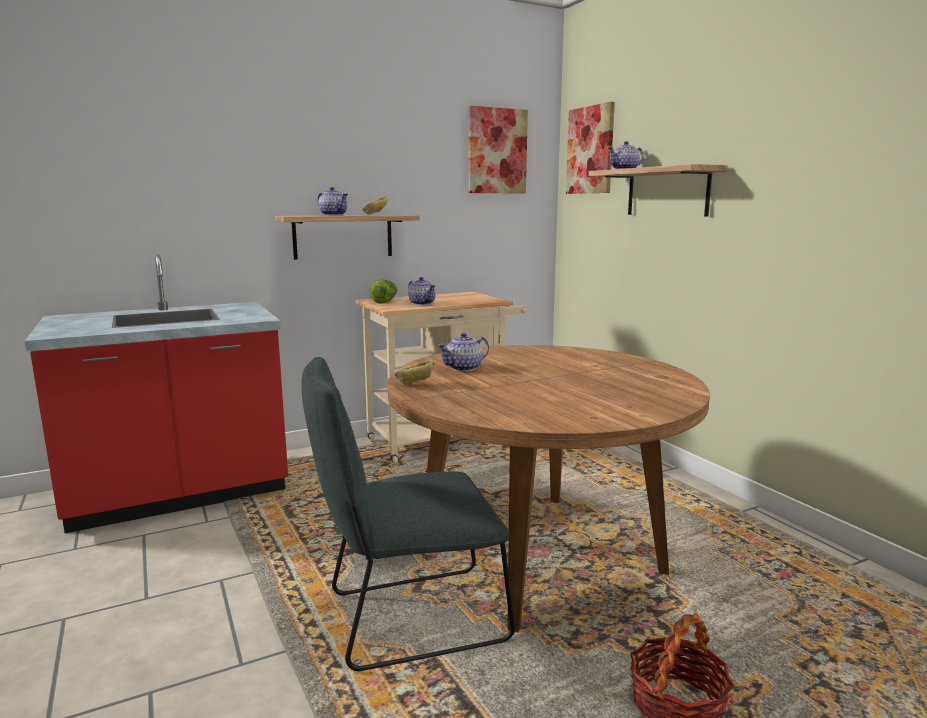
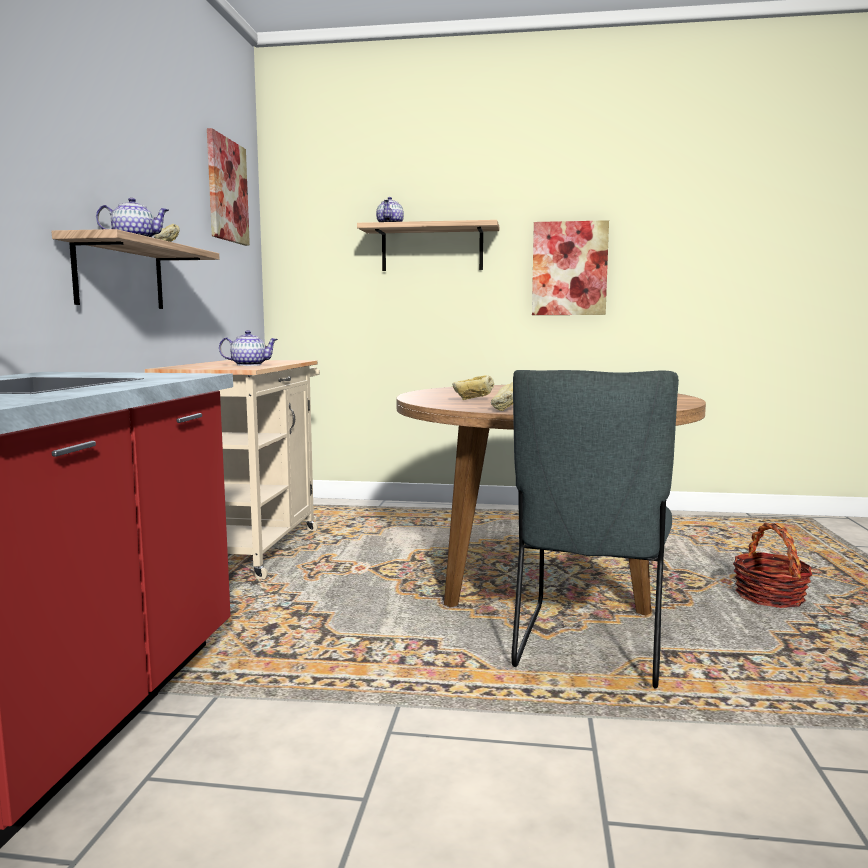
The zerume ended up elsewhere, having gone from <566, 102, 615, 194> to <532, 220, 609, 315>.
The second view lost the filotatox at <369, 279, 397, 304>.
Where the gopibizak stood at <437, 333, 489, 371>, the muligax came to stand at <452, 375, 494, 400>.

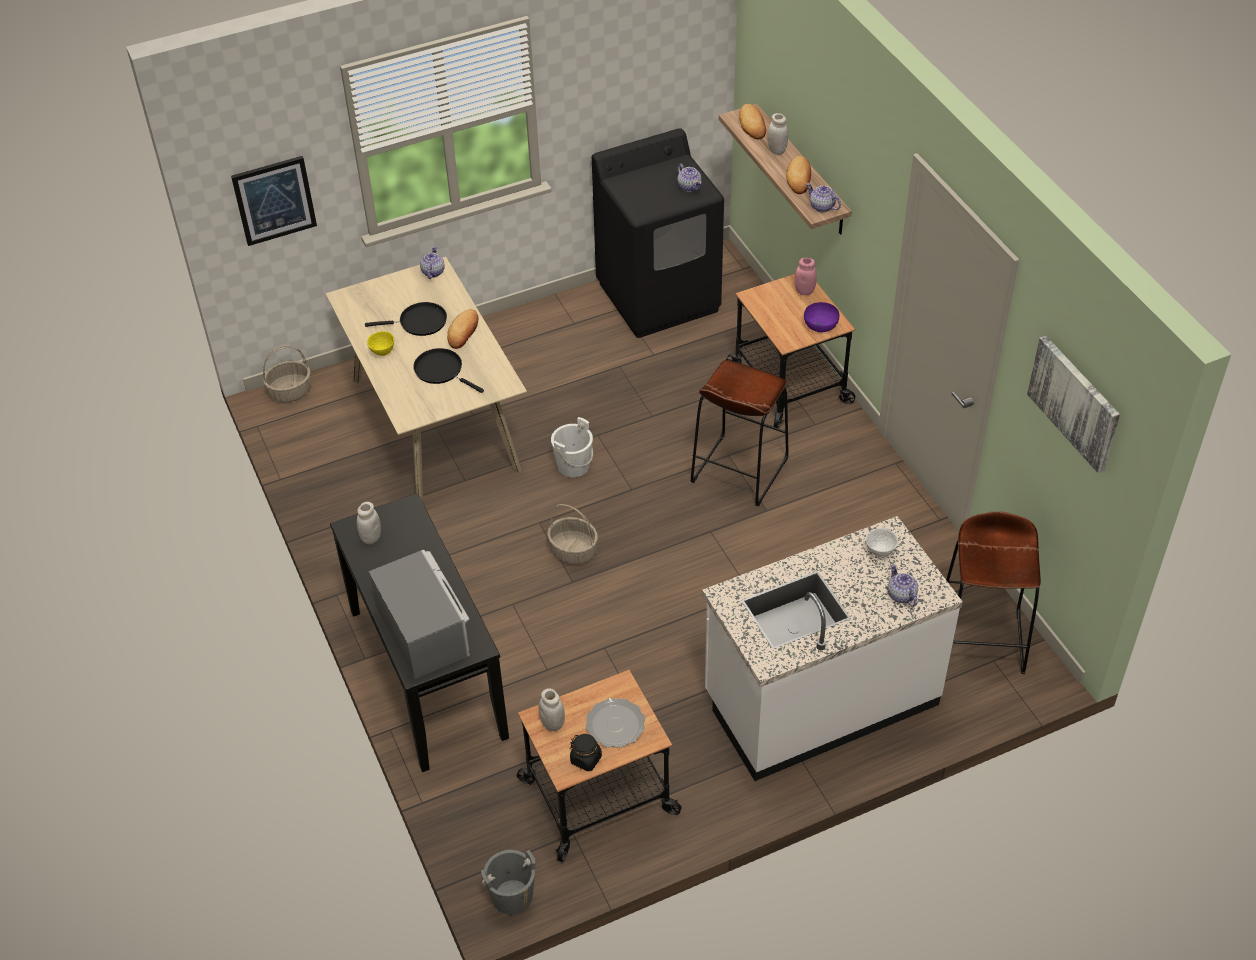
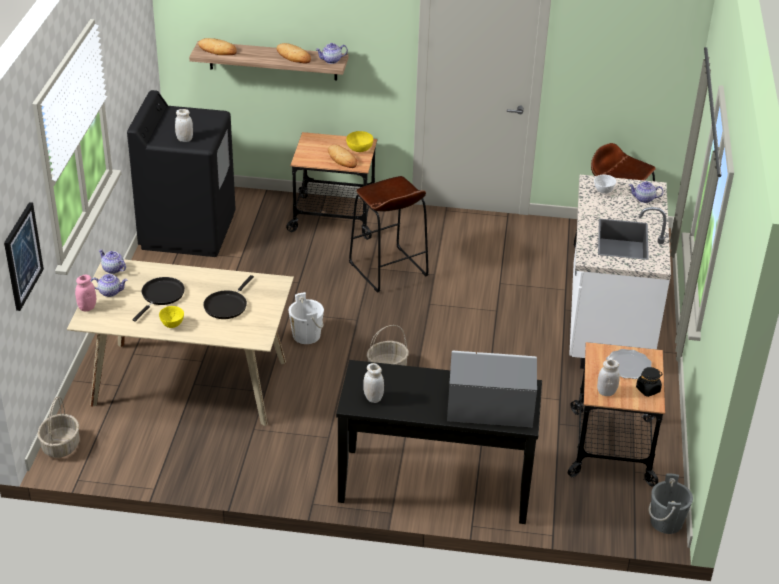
The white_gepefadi ended up elsewhere, having gone from <767, 113, 788, 155> to <175, 109, 193, 142>.
The gopibizak ended up elsewhere, having gone from <677, 164, 702, 192> to <91, 274, 127, 297>.
The pink_gepefadi ended up elsewhere, having gone from <795, 258, 816, 295> to <75, 275, 96, 311>.
What was the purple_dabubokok at <804, 302, 839, 332> turned into the yellow_dabubokok at <346, 131, 373, 152>.
The muligax ended up elsewhere, having gone from <447, 309, 478, 349> to <328, 145, 357, 168>.
The second view lost the zerume at <1027, 336, 1120, 473>.
The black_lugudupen at <413, 348, 484, 393> ended up facing another way, 45 degrees counterclockwise from before.

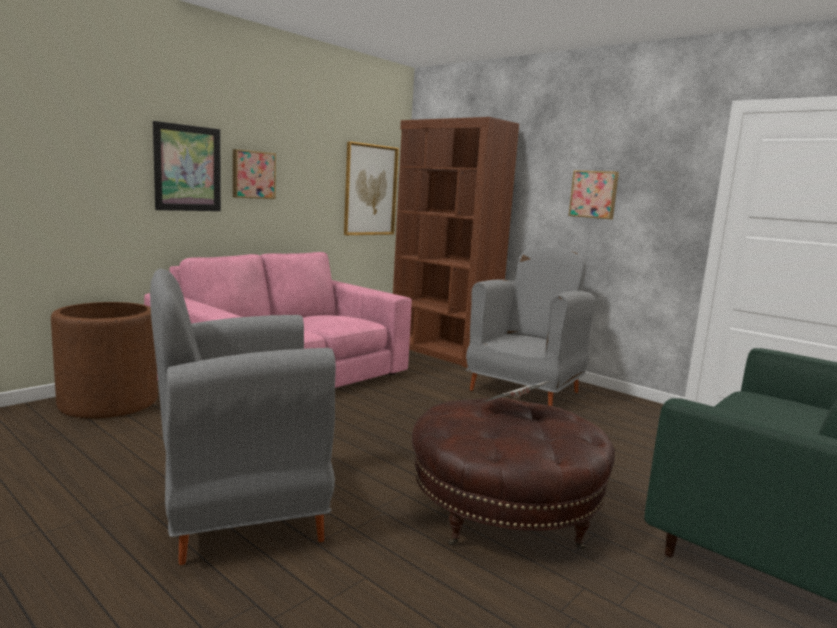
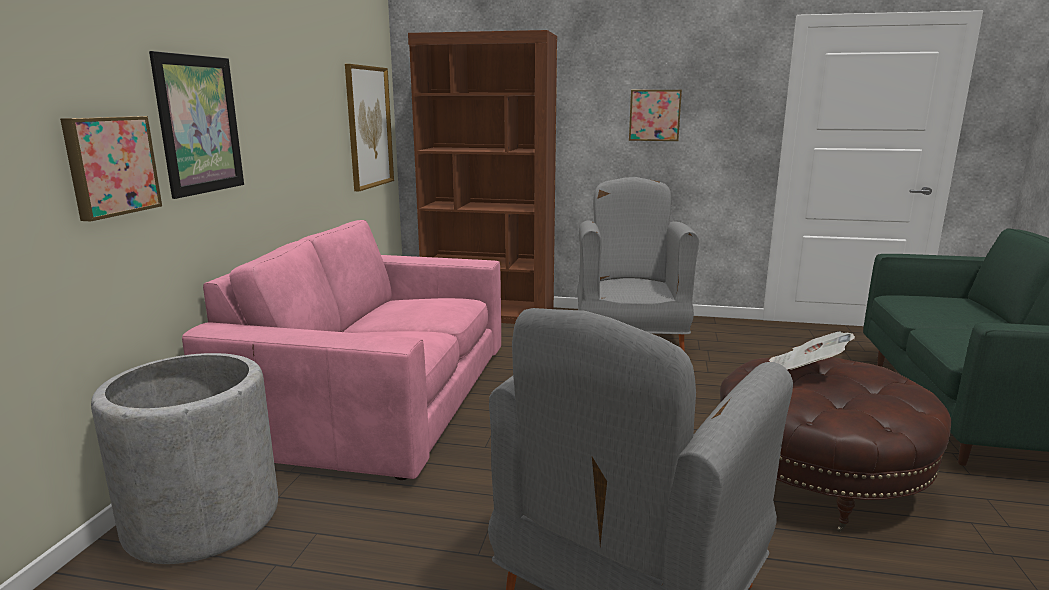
The zerume ended up elsewhere, having gone from <233, 149, 276, 199> to <60, 116, 162, 221>.
What was the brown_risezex at <51, 302, 158, 419> turned into the grey_risezex at <91, 353, 278, 564>.

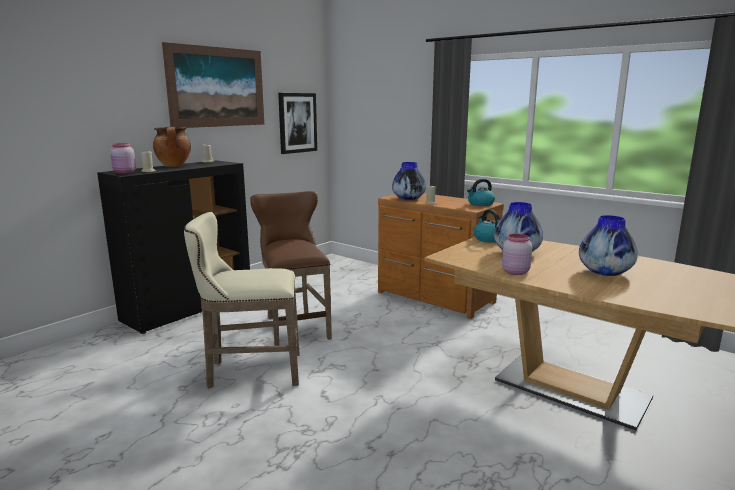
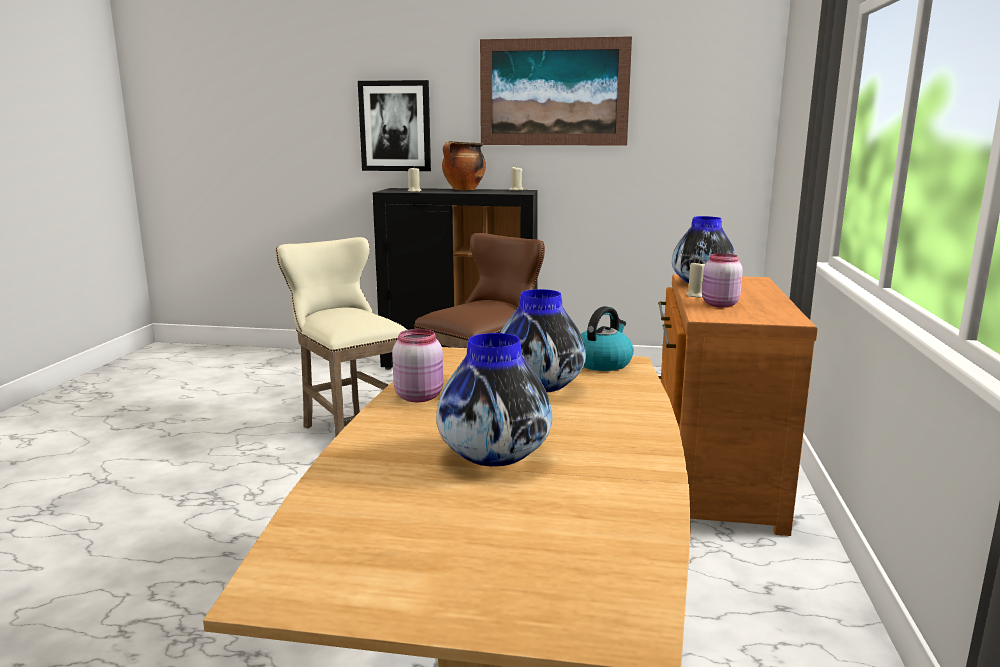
The zerume ended up elsewhere, having gone from <278, 93, 317, 154> to <358, 80, 431, 171>.
The pink_gepefadi ended up elsewhere, having gone from <110, 143, 136, 174> to <702, 253, 743, 307>.
The second view lost the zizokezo at <467, 179, 495, 206>.

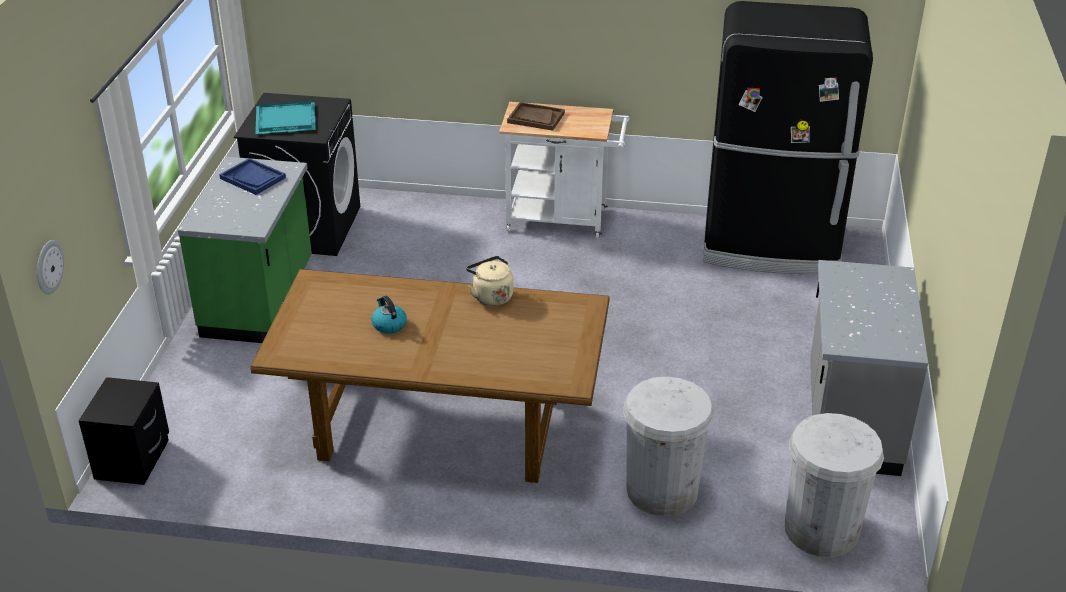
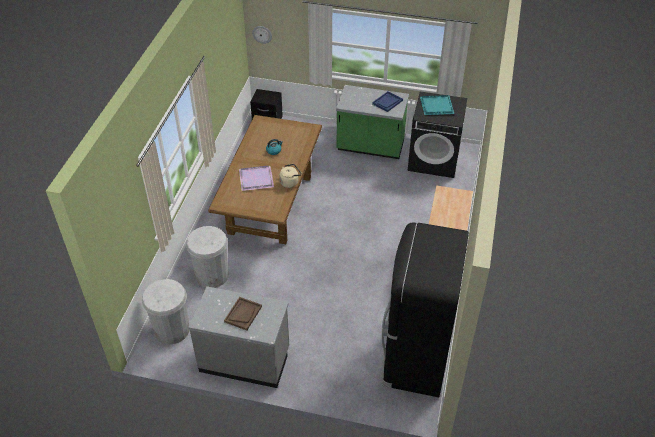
The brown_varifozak ended up elsewhere, having gone from <507, 102, 565, 131> to <224, 297, 262, 330>.
The second view gained the purple_varifozak at <239, 166, 274, 191>.

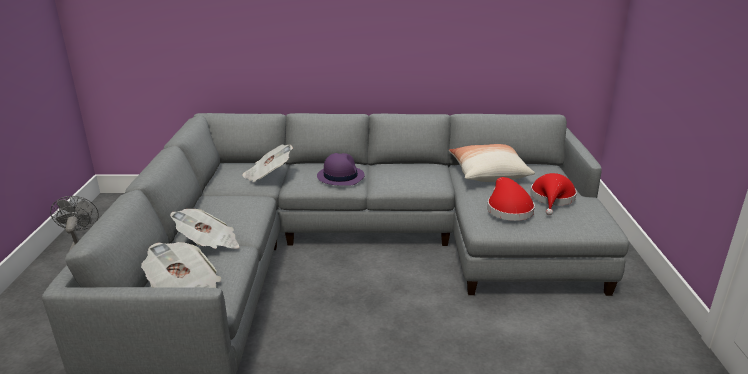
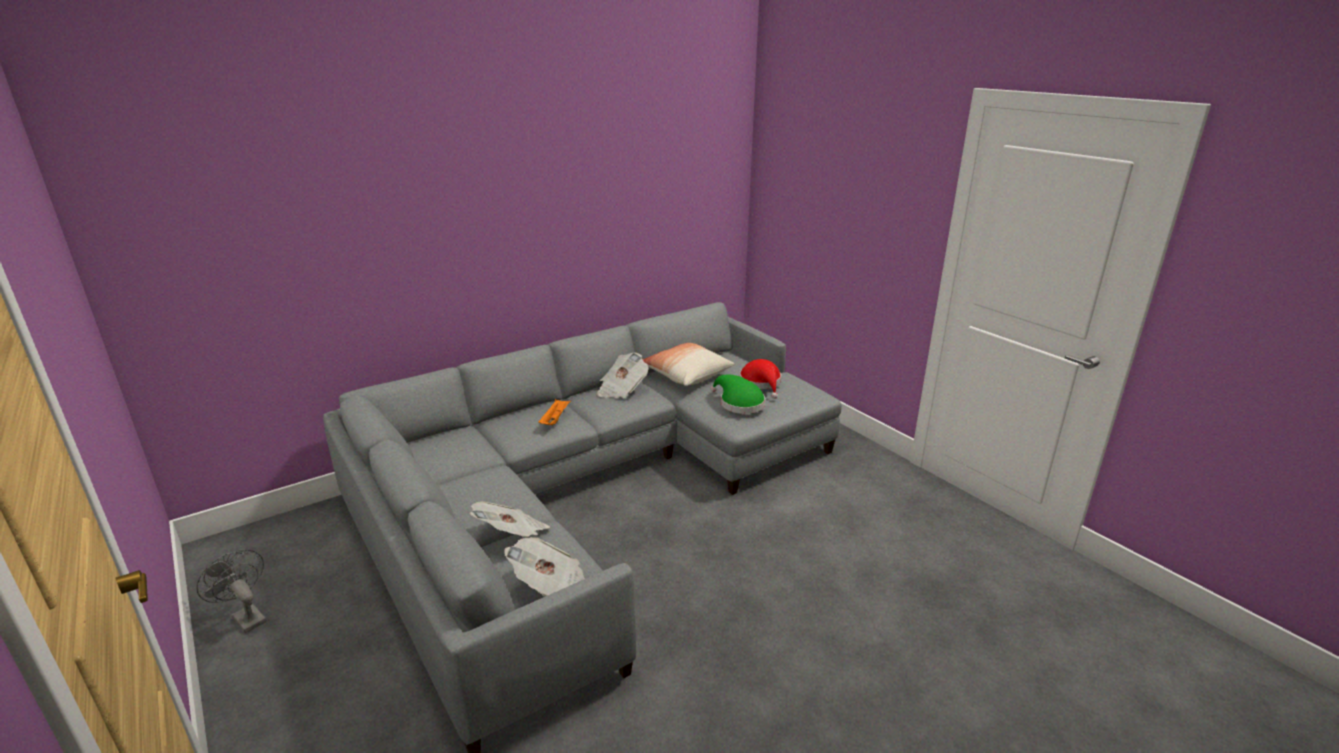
The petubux ended up elsewhere, having gone from <242, 145, 293, 182> to <597, 353, 648, 398>.
Where the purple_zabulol stood at <317, 153, 365, 186>, the orange_varifozak came to stand at <539, 399, 571, 425>.
What was the red_zabulol at <487, 177, 535, 221> turned into the green_zabulol at <710, 375, 765, 414>.

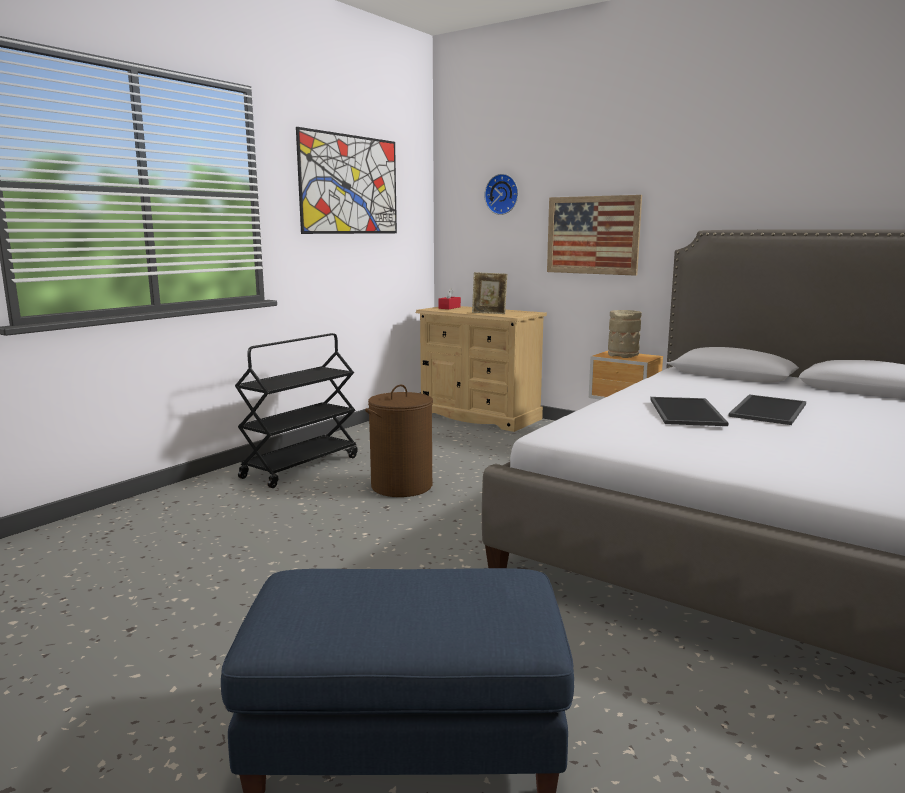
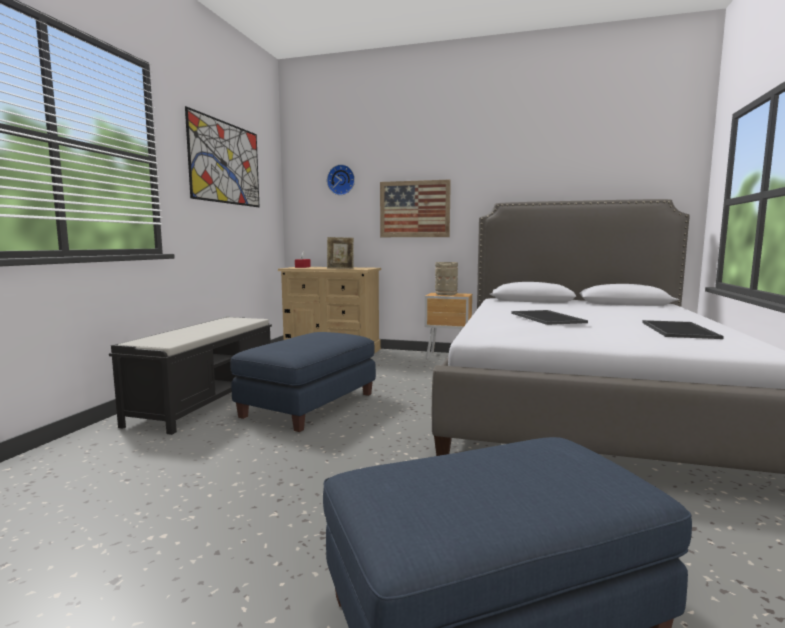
Where the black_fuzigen stood at <235, 333, 358, 488>, the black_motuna came to stand at <109, 317, 272, 435>.
Where the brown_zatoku stood at <365, 385, 433, 497>, the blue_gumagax came to stand at <230, 332, 376, 432>.
The varifozak ended up elsewhere, having gone from <728, 394, 806, 425> to <642, 320, 724, 339>.

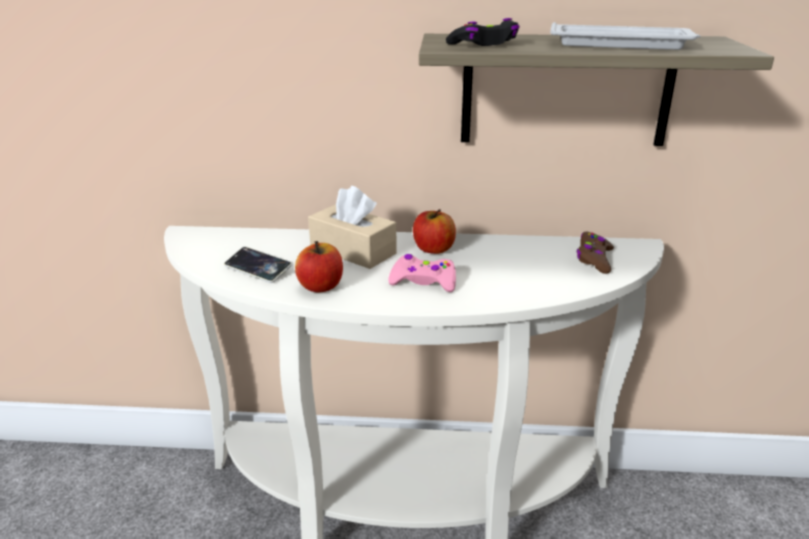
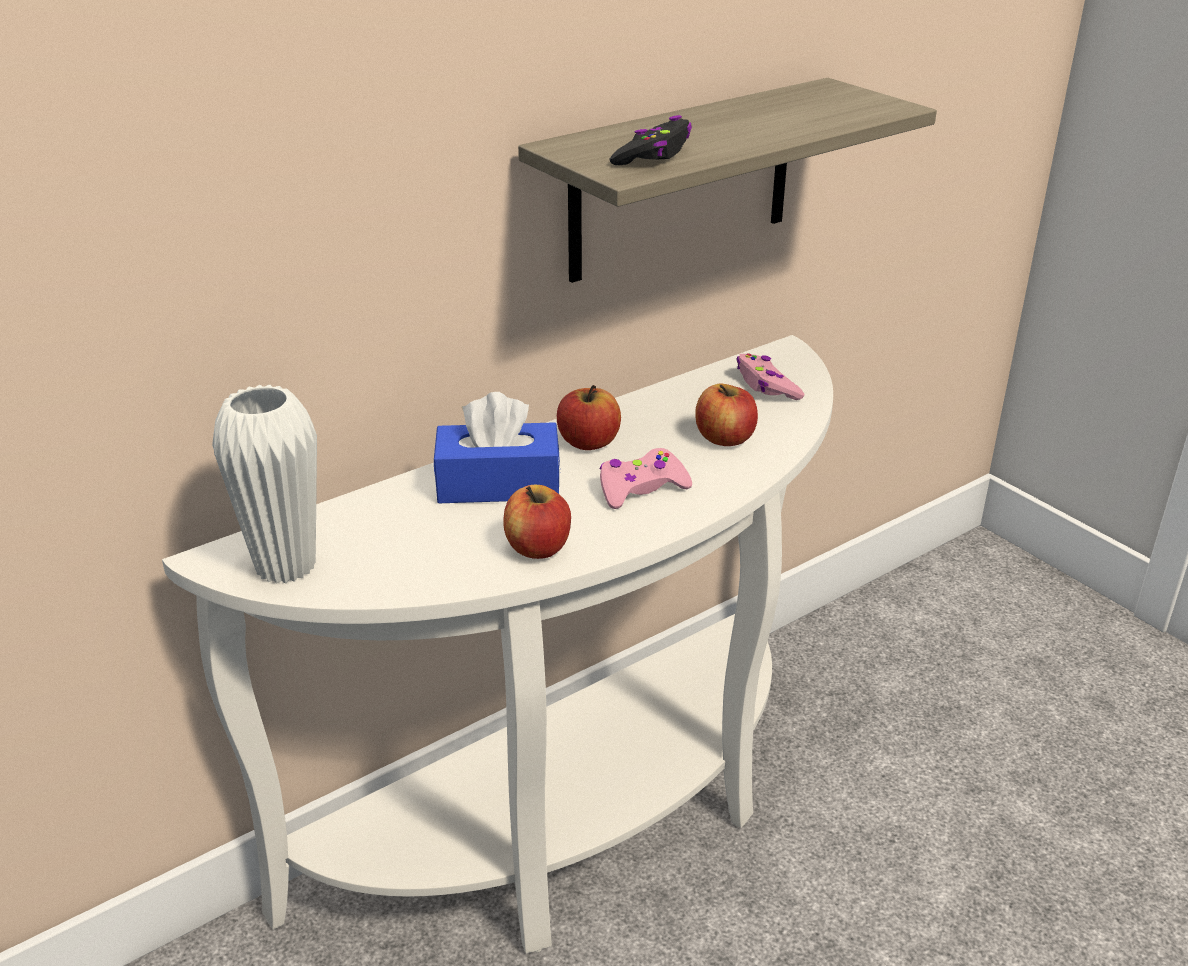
The second view lost the white_varifozak at <550, 22, 701, 50>.
What was the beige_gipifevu at <308, 186, 396, 269> turned into the blue_gipifevu at <434, 392, 560, 503>.
What was the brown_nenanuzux at <577, 231, 614, 274> turned into the pink_nenanuzux at <737, 353, 804, 400>.
The second view lost the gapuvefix at <224, 247, 292, 283>.
The second view gained the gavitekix at <695, 384, 758, 446>.
The second view gained the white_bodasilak at <212, 385, 317, 584>.

